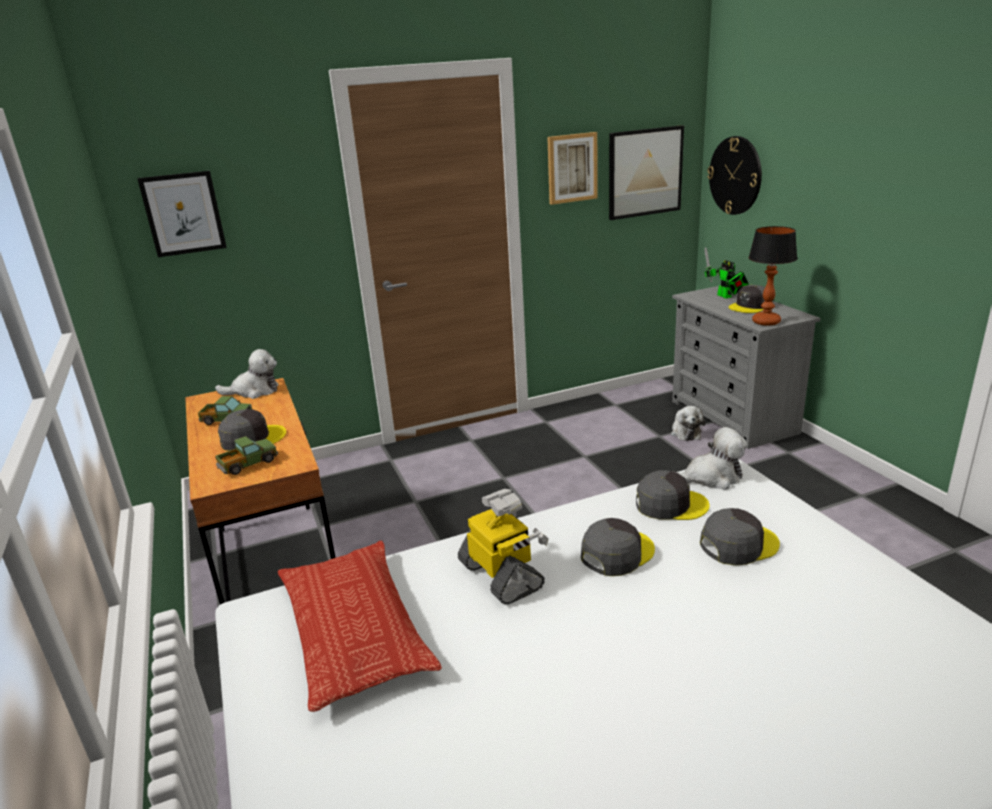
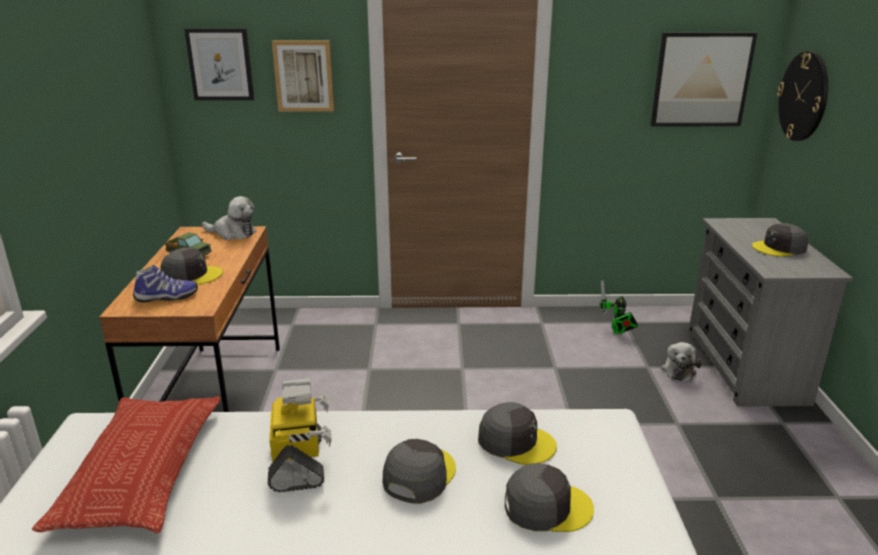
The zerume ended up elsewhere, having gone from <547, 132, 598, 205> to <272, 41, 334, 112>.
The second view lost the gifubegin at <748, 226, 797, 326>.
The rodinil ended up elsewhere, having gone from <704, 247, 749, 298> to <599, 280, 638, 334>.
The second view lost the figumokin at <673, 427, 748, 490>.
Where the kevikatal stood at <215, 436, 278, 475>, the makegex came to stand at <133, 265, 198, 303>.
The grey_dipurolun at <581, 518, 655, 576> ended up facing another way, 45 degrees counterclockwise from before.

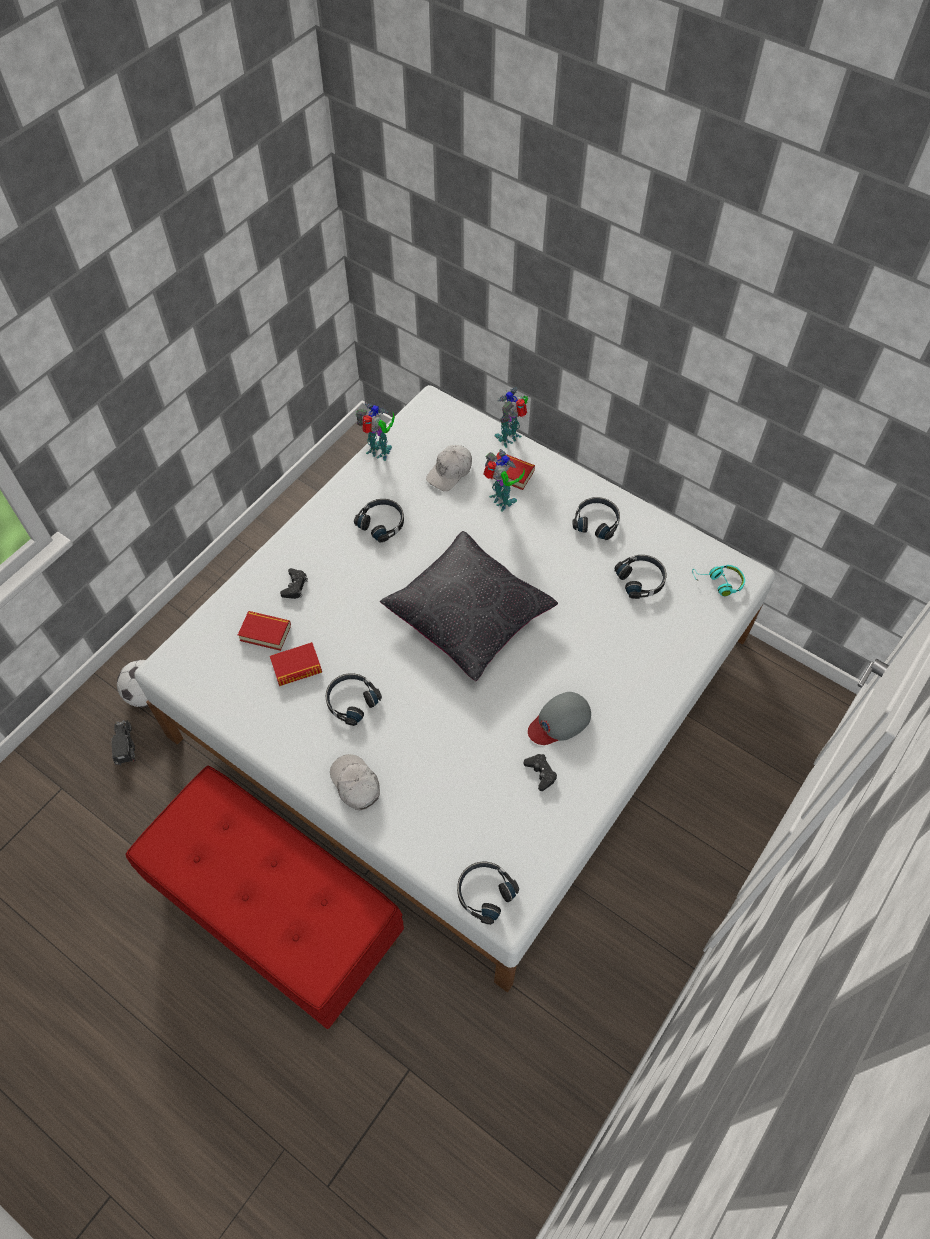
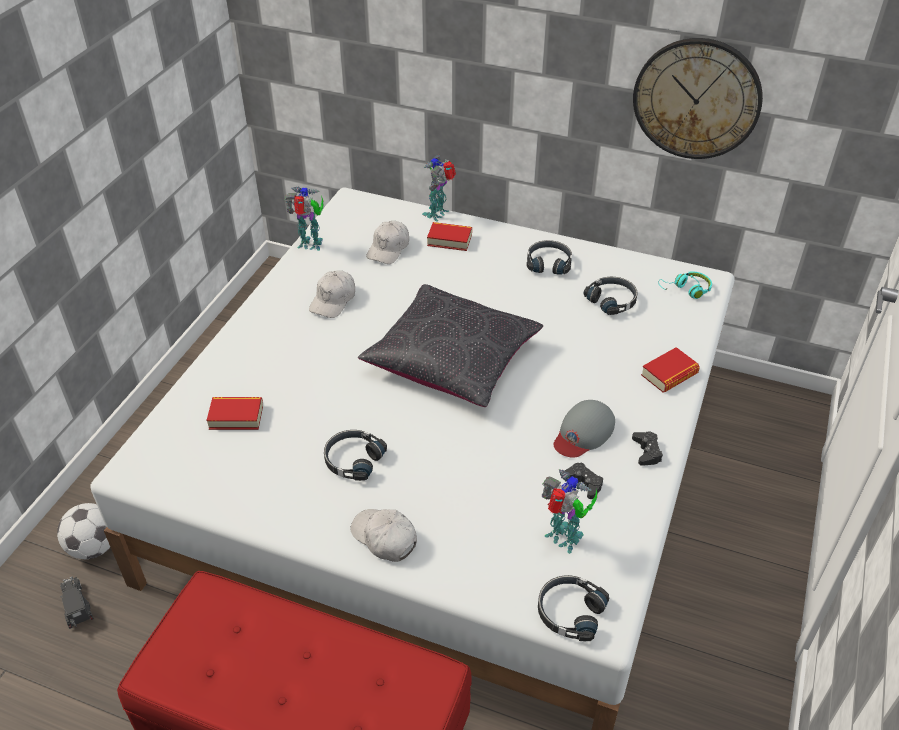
The rodinil ended up elsewhere, having gone from <483, 449, 525, 511> to <542, 469, 597, 554>.
Where the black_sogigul stood at <354, 499, 404, 542>, the white_dipurolun came to stand at <309, 270, 355, 318>.
The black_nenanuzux ended up elsewhere, having gone from <280, 568, 308, 599> to <632, 431, 663, 466>.
The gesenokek ended up elsewhere, having gone from <270, 642, 322, 686> to <641, 347, 700, 392>.
The second view gained the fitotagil at <633, 38, 763, 159>.

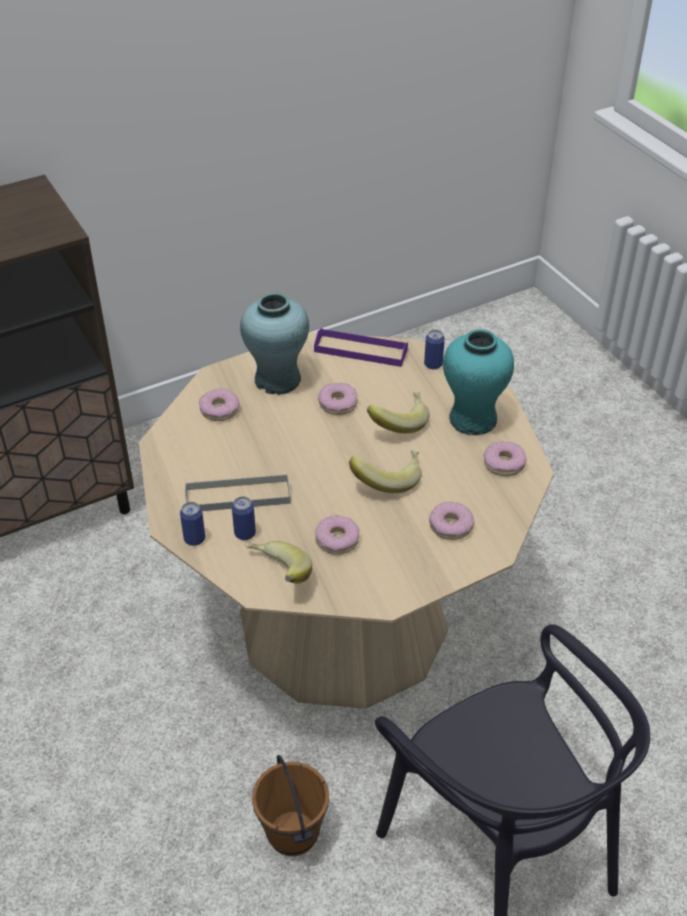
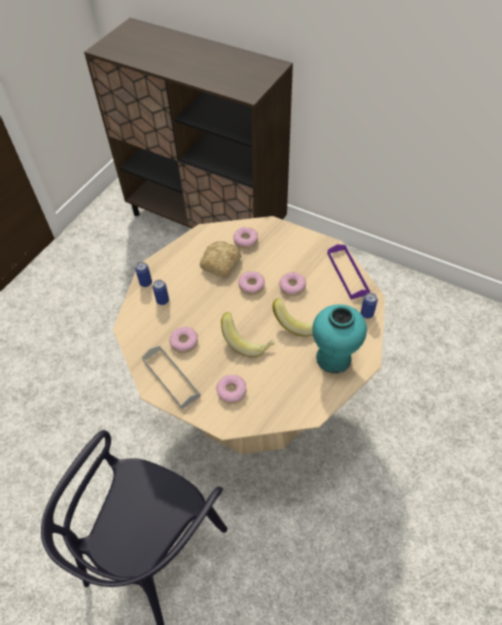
The second view lost the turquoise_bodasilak at <240, 292, 309, 395>.
The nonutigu ended up elsewhere, having gone from <484, 441, 526, 476> to <238, 271, 265, 295>.
The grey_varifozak ended up elsewhere, having gone from <185, 473, 291, 511> to <142, 346, 201, 409>.
The second view lost the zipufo at <245, 541, 312, 584>.
The second view lost the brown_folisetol at <252, 755, 329, 856>.
The second view gained the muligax at <200, 241, 241, 277>.

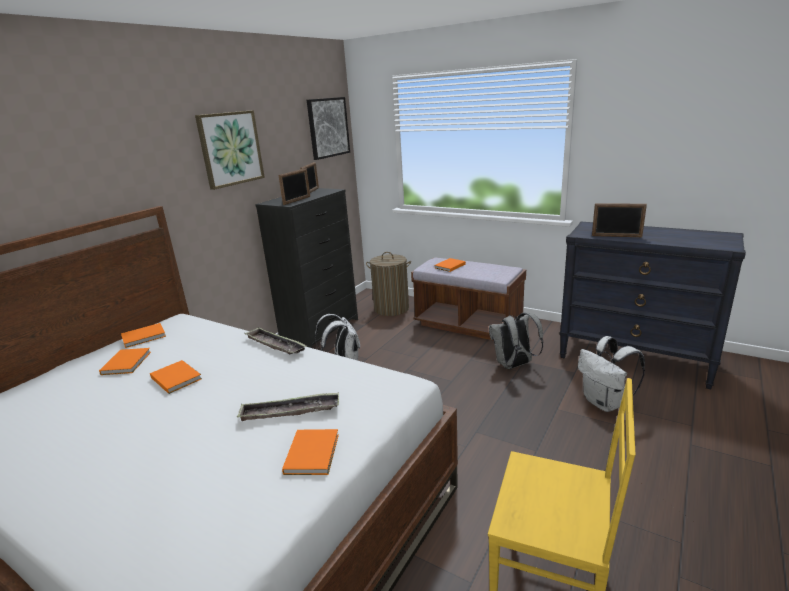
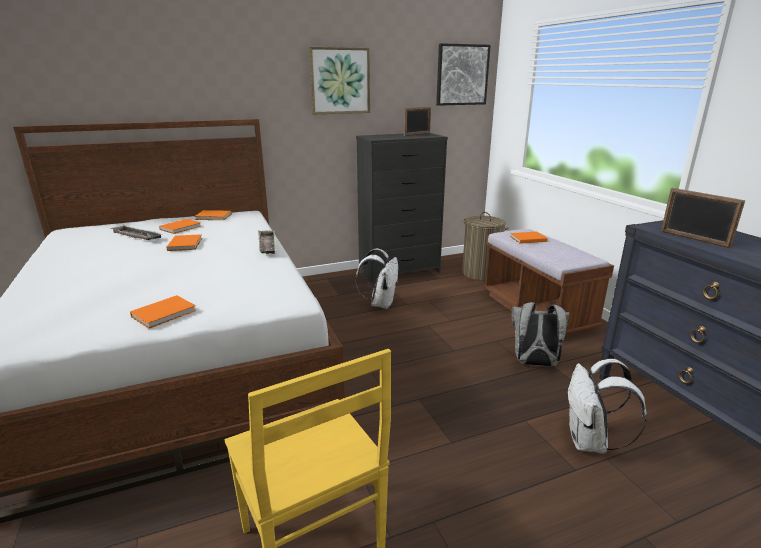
The second view lost the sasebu at <278, 168, 310, 205>.
The varifozak ended up elsewhere, having gone from <237, 392, 339, 421> to <110, 225, 164, 240>.

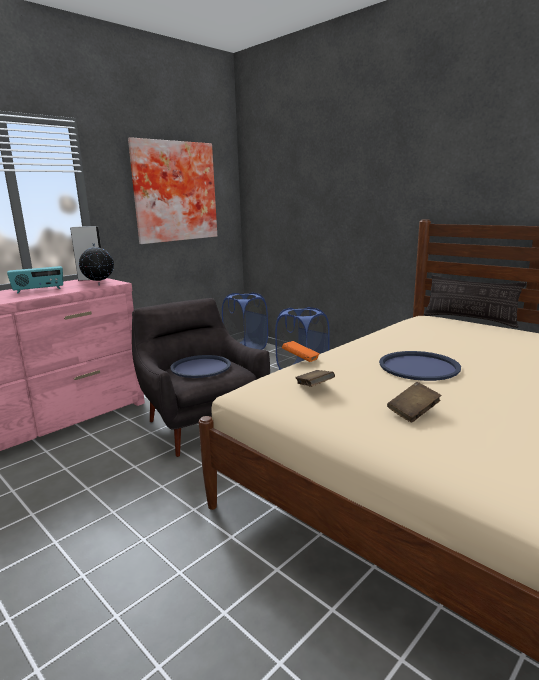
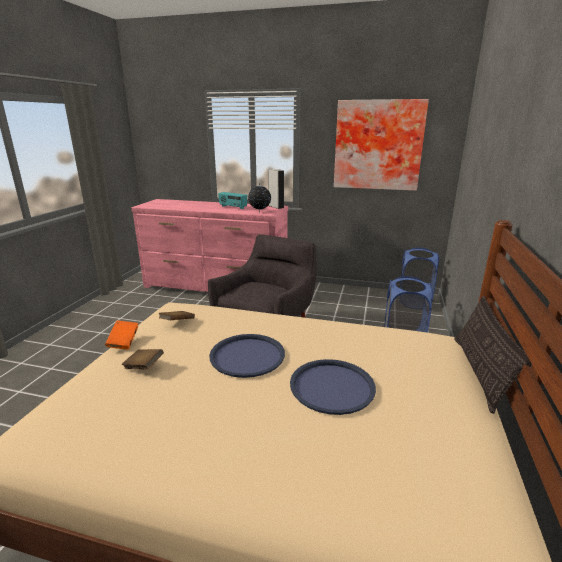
The orange_gesenokek ended up elsewhere, having gone from <282, 341, 320, 362> to <105, 320, 138, 349>.
The blue_varifozak ended up elsewhere, having gone from <170, 355, 231, 378> to <290, 359, 376, 415>.

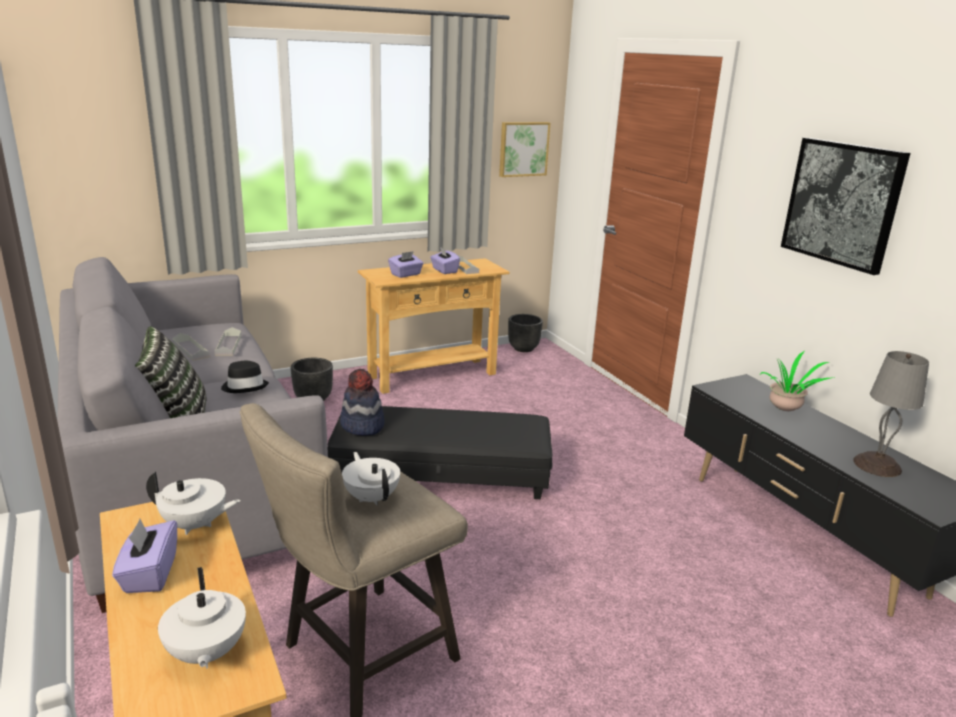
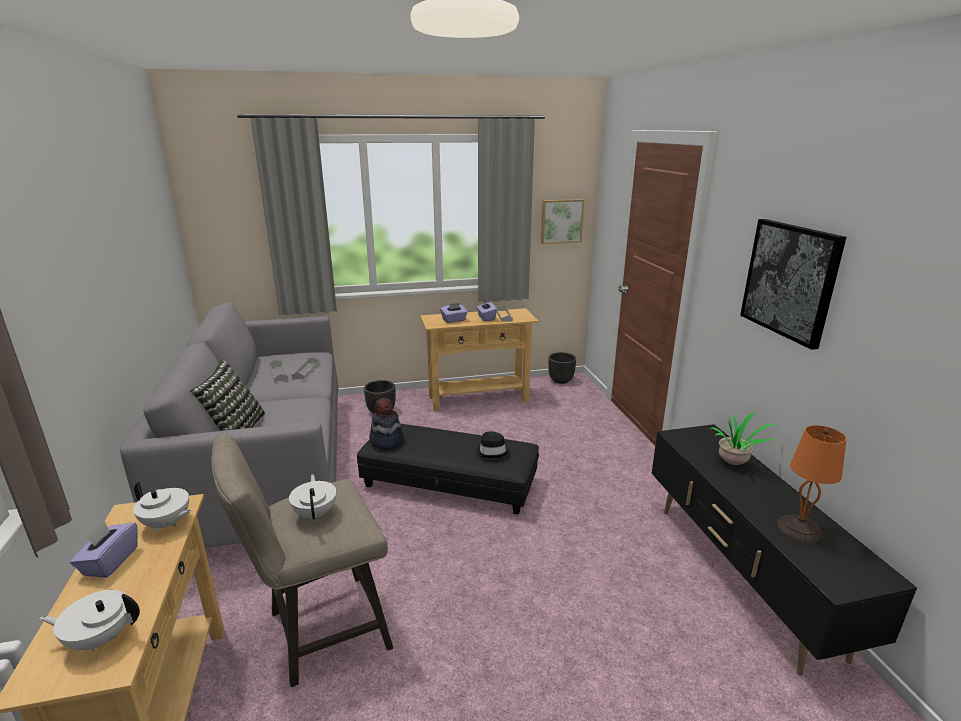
What was the grey_gifubegin at <853, 351, 929, 477> turned into the orange_gifubegin at <777, 425, 847, 544>.
The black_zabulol ended up elsewhere, having gone from <221, 361, 269, 393> to <475, 432, 510, 458>.
The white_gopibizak at <158, 567, 246, 669> ended up facing another way, 90 degrees clockwise from before.

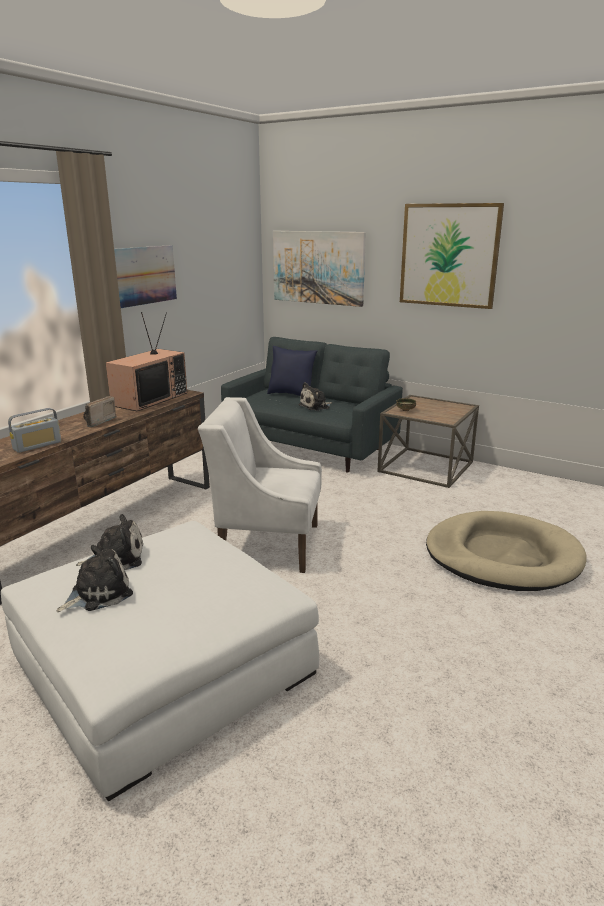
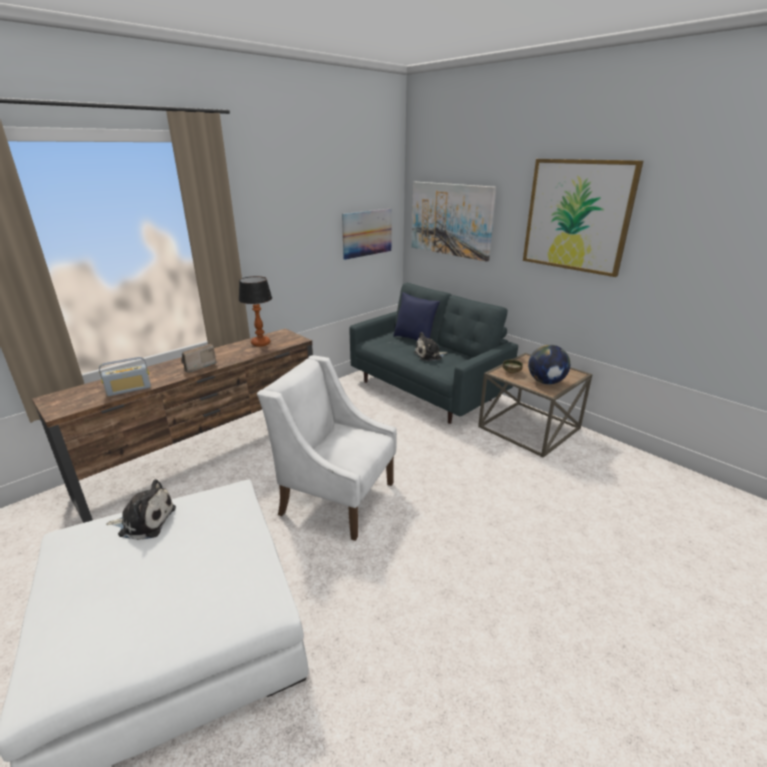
The zerume ended up elsewhere, having gone from <114, 245, 177, 308> to <342, 209, 392, 260>.
Where the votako stood at <106, 312, 187, 411>, the gifubegin came to stand at <239, 276, 272, 347>.
The second view lost the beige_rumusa at <426, 511, 587, 591>.
The second view lost the figumokin at <56, 545, 133, 612>.
The second view gained the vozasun at <528, 345, 570, 384>.

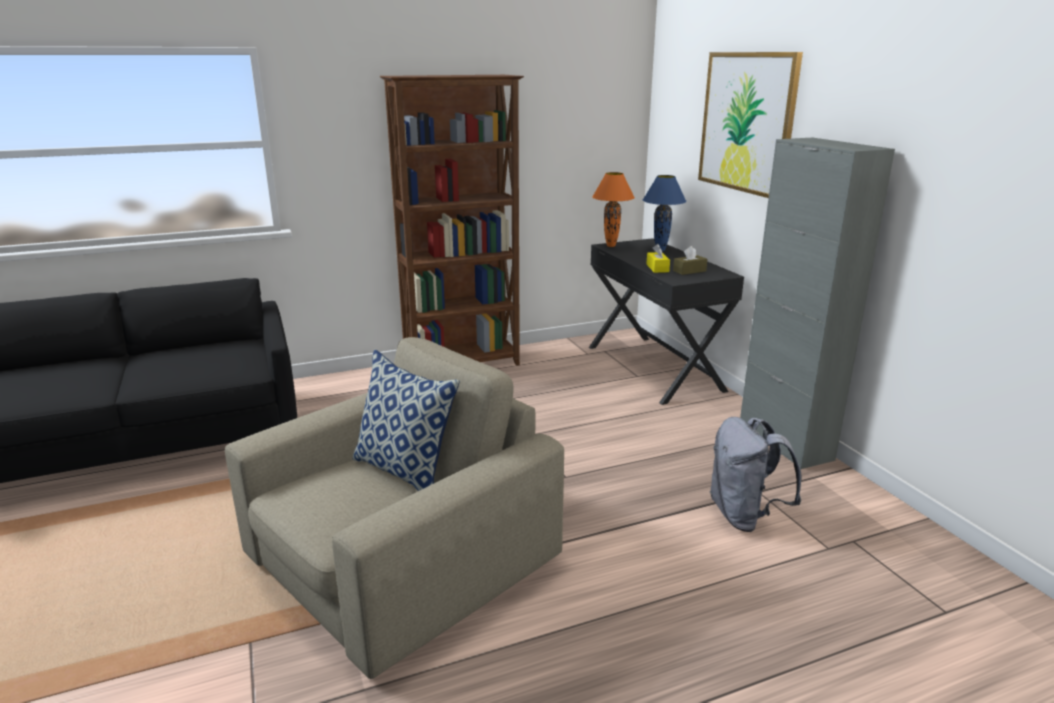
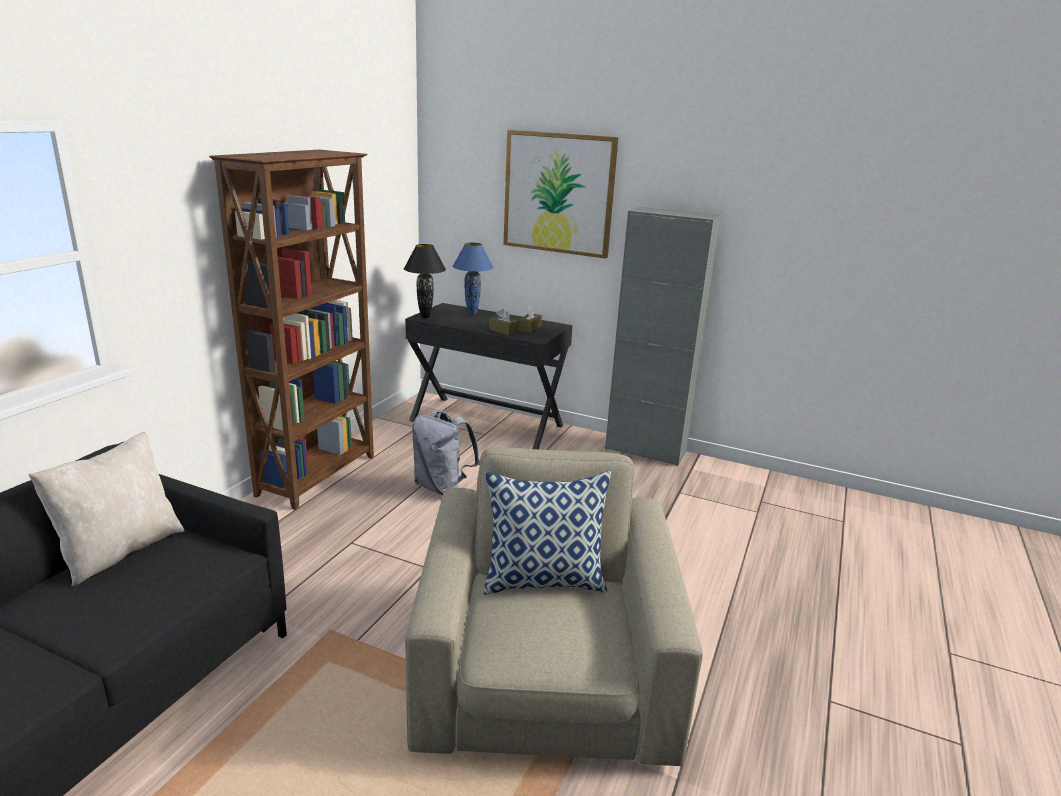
What was the orange_gifubegin at <592, 172, 635, 247> turned into the black_gifubegin at <404, 244, 446, 318>.
What was the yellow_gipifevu at <646, 244, 670, 273> turned into the brown_gipifevu at <489, 309, 519, 335>.
The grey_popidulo ended up elsewhere, having gone from <710, 417, 802, 532> to <412, 411, 480, 495>.
The second view gained the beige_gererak at <29, 432, 184, 587>.

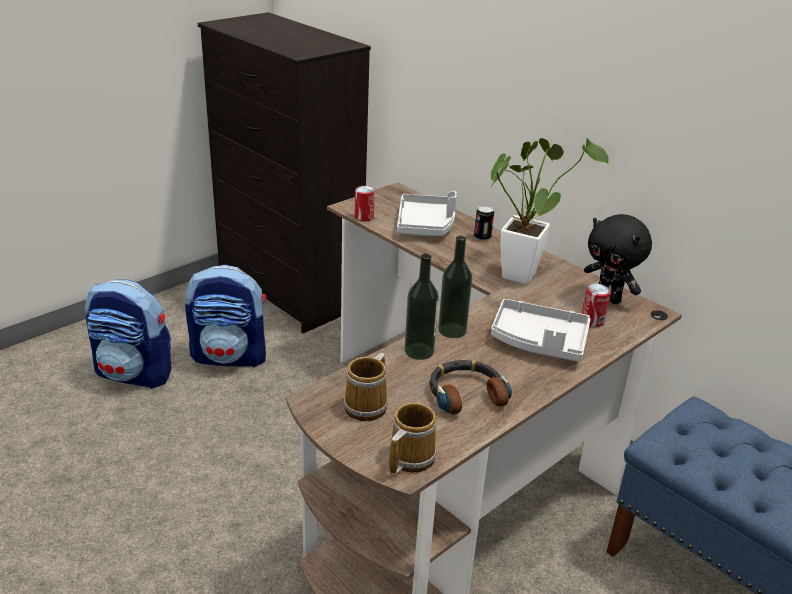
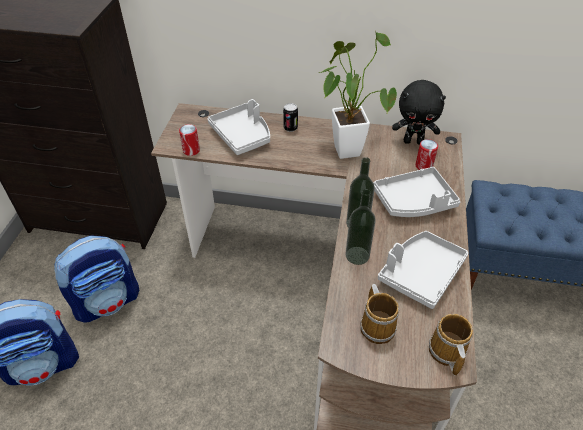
Where the sogigul stood at <430, 360, 512, 414>, the grey_varifozak came to stand at <378, 231, 468, 309>.

